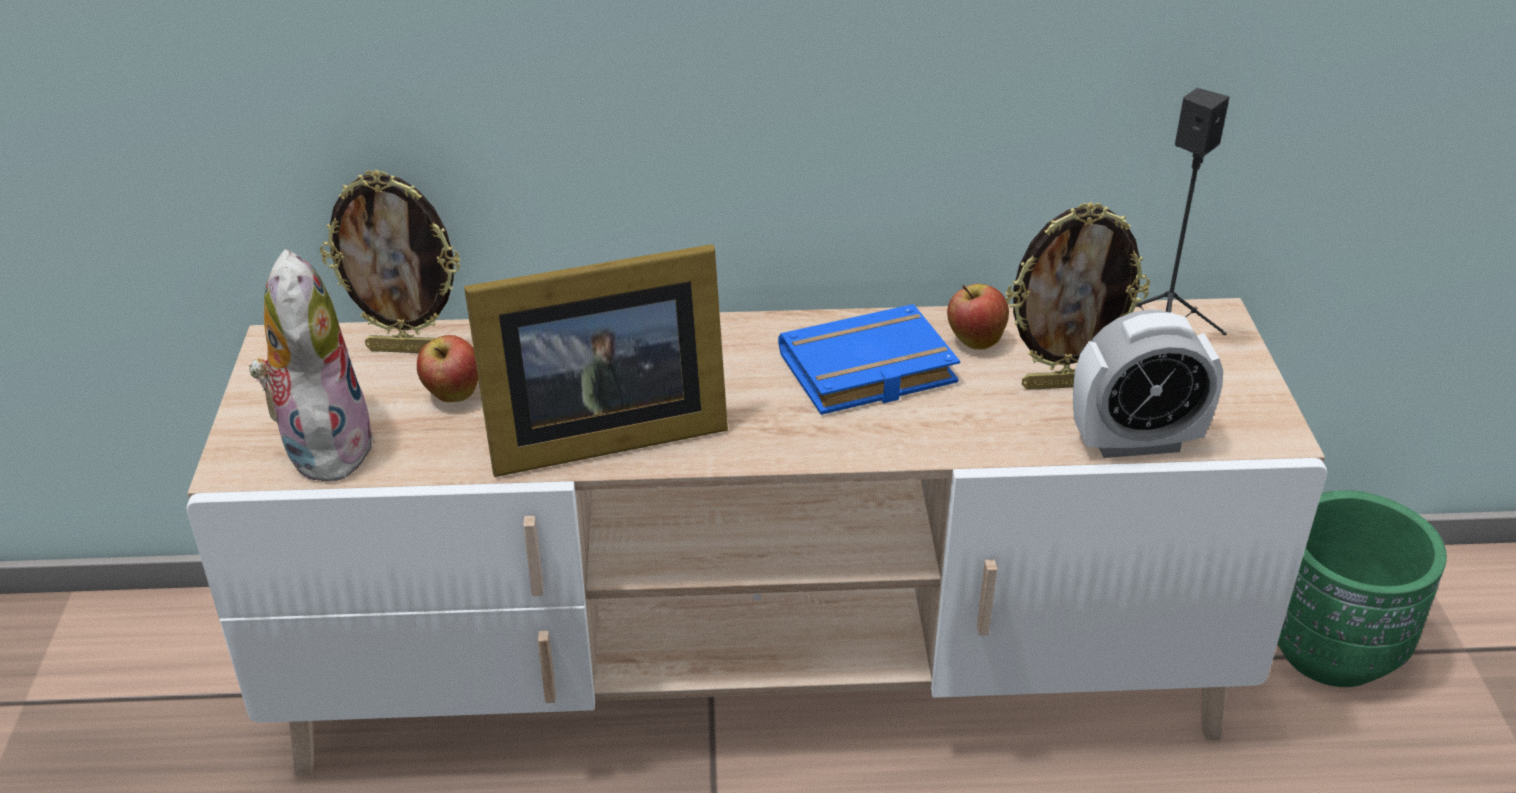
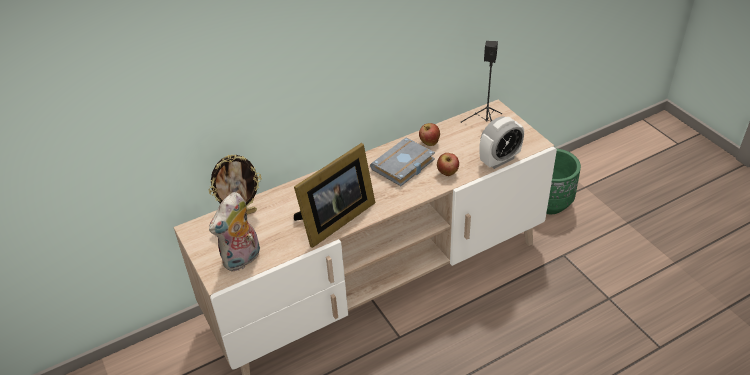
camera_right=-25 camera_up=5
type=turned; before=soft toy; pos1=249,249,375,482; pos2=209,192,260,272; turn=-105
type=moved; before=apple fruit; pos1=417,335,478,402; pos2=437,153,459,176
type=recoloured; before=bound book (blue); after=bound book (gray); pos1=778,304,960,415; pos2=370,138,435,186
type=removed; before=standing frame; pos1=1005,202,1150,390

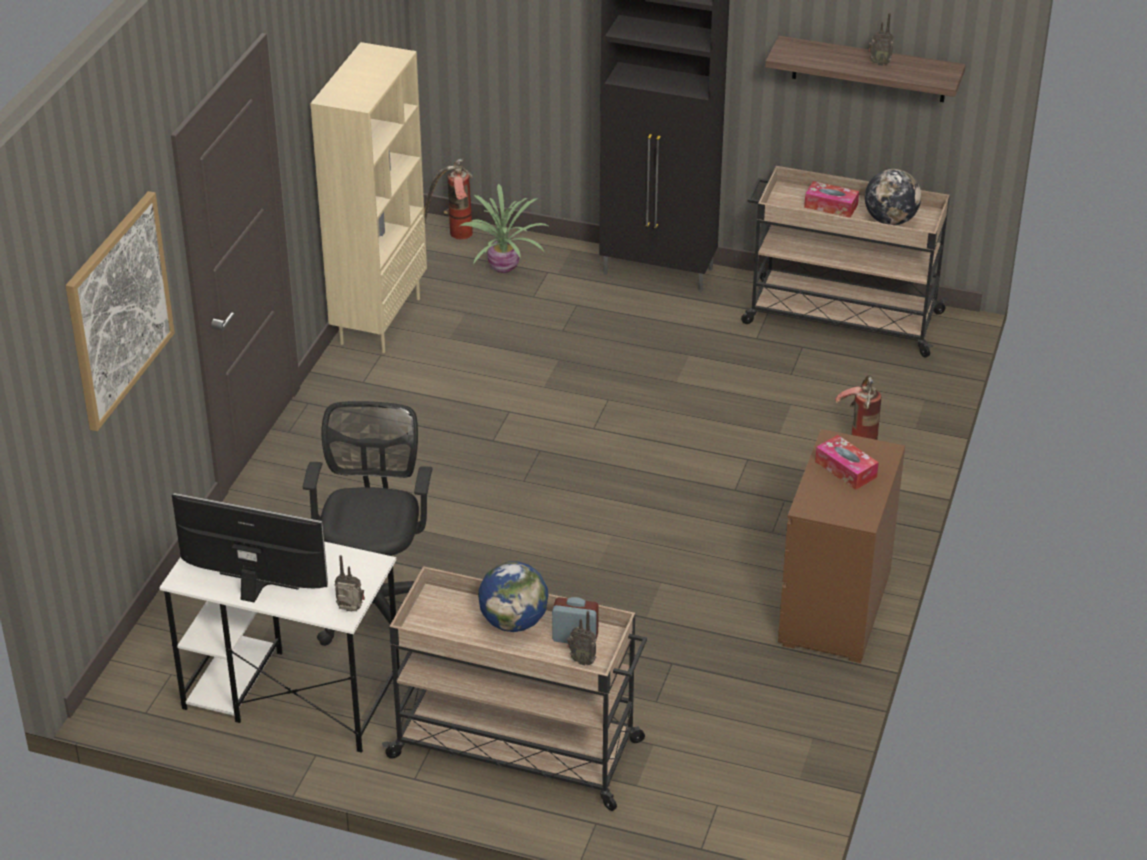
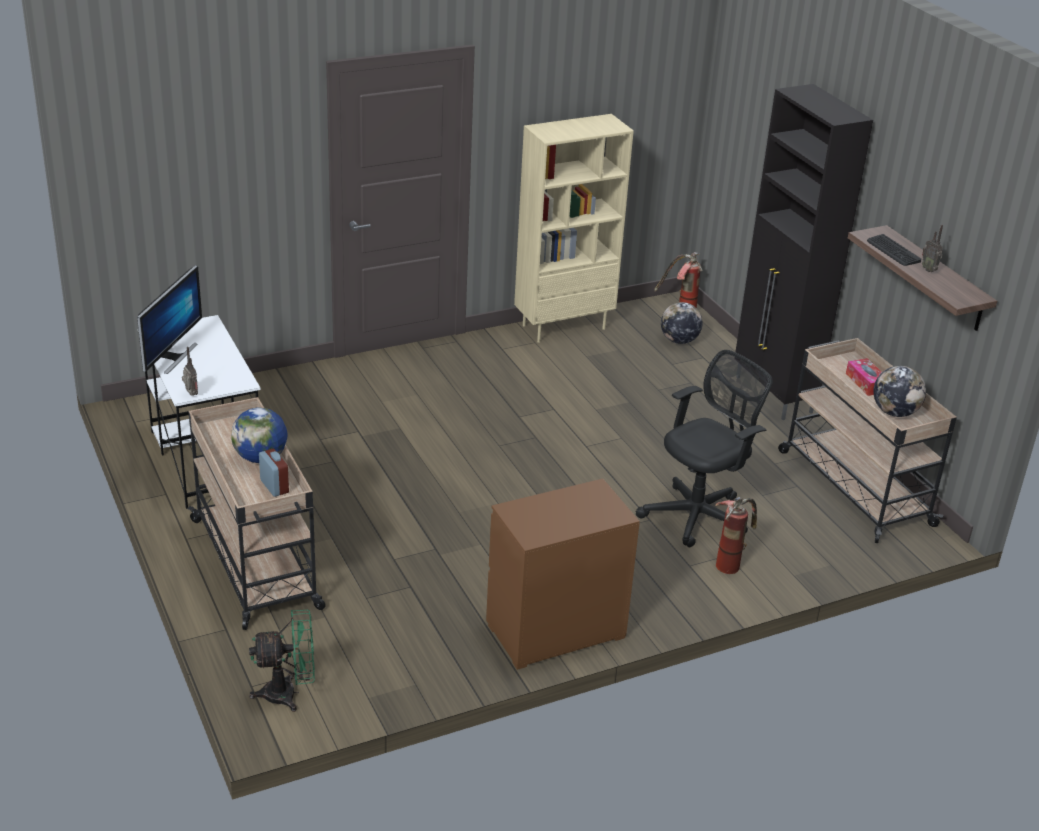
camera_right=45 camera_up=-5
type=removed; before=wall picture; pos1=66,191,175,431
type=turned; before=monitor; pos1=172,493,328,602; pos2=137,265,202,374; turn=45
type=moved; before=desk chair (blackish); pos1=303,401,433,646; pos2=636,350,773,547
type=replaced; before=houseplant; after=world globe; pos1=460,184,550,273; pos2=661,302,703,344
type=removed; before=radio; pos1=567,611,596,666
type=removed; before=tissue holder; pos1=815,435,879,490
type=added; after=electric fan (greenish); pos2=249,610,315,712
type=added; after=keyboard; pos2=867,234,921,266

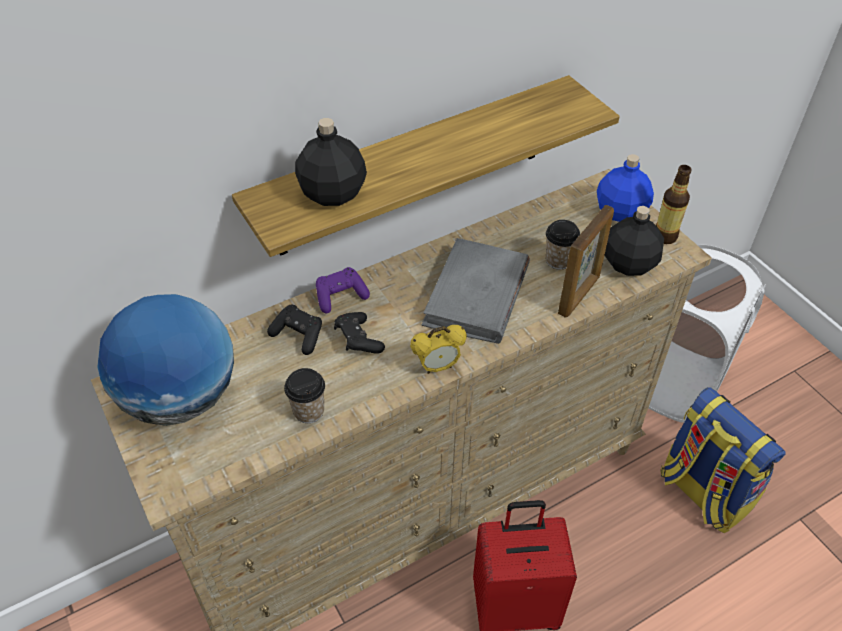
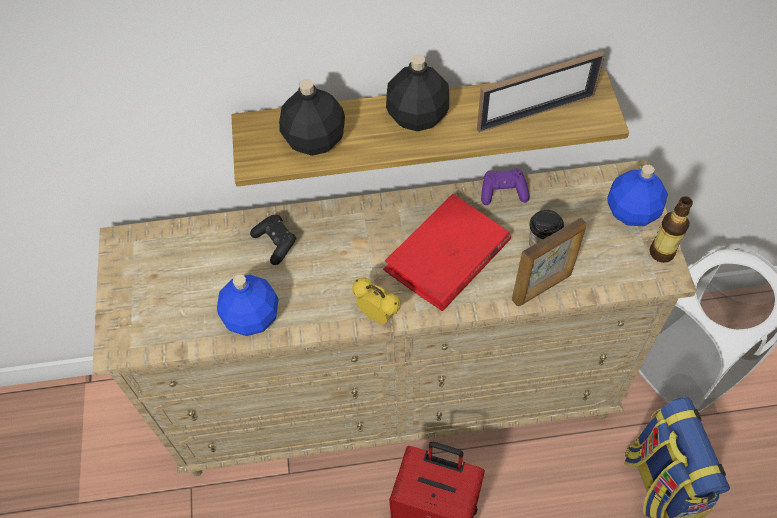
camera_right=25 camera_up=10
type=removed; before=world globe; pos1=97,294,234,426
type=replaced; before=cup; after=drink bottle (blue); pos1=284,368,325,423; pos2=217,275,279,336
type=moved; before=game controller (purple-coloured); pos1=316,267,370,314; pos2=481,169,530,205
type=removed; before=game controller (blackish); pos1=334,312,385,354
type=turned; before=table clock; pos1=410,325,467,374; pos2=352,277,401,324; turn=-150
type=recoloured; before=bound book (gray); after=bound book (reddish); pos1=421,238,530,344; pos2=383,194,511,311
type=moved; before=drink bottle (blackish); pos1=605,206,664,276; pos2=386,54,449,131
type=added; after=standing frame; pos2=477,51,605,133

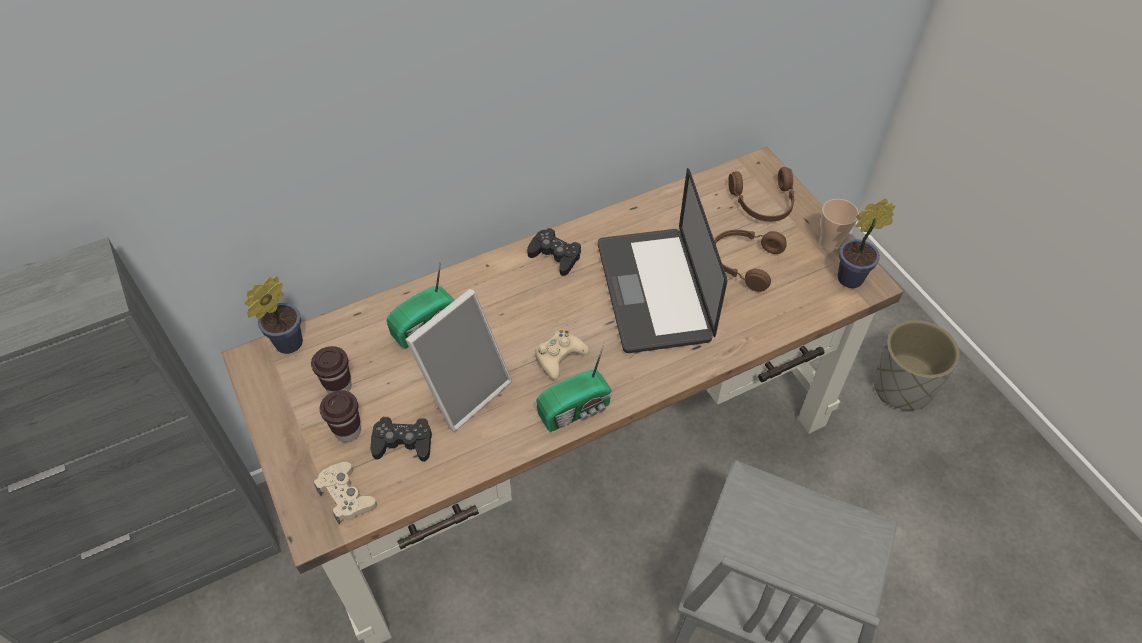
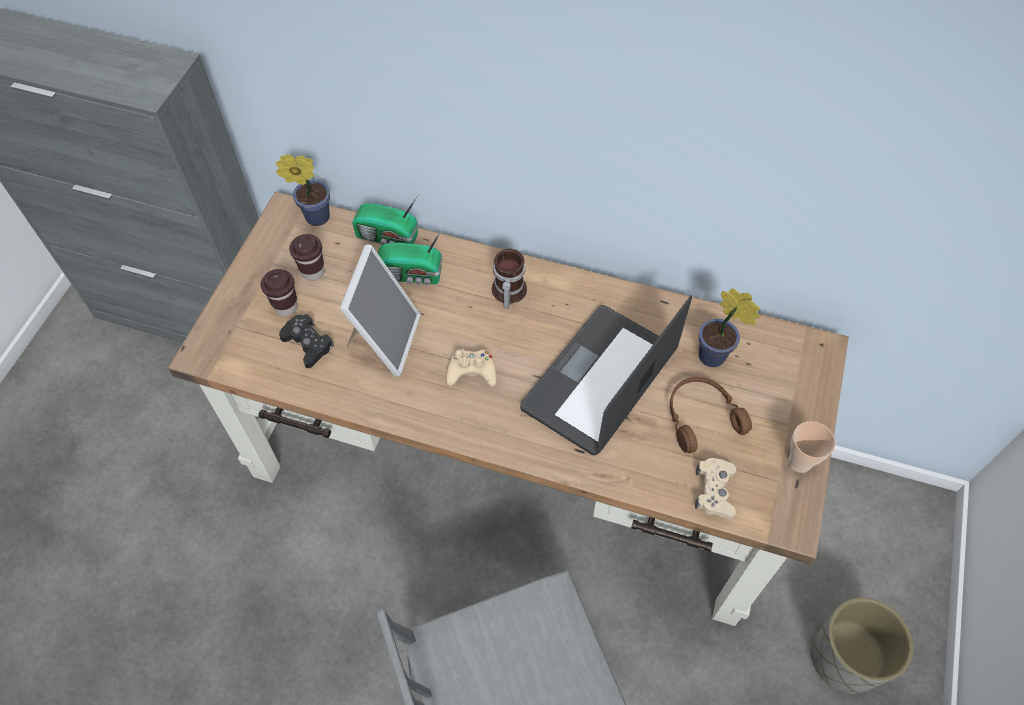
camera_right=45 camera_up=5
type=moved; before=game controller (beige-coloured); pos1=314,462,377,524; pos2=695,458,736,519
type=turned; before=standing frame; pos1=406,289,512,432; pos2=339,244,421,377; turn=-75
type=removed; before=game controller (blackish); pos1=527,228,581,276
type=moved; before=radio; pos1=536,343,612,432; pos2=352,194,419,245
type=removed; before=headset (brownish); pos1=728,167,794,222
type=moved; before=houseplant; pos1=837,198,896,288; pos2=699,288,760,367
type=added; after=tea mug; pos2=492,249,527,309

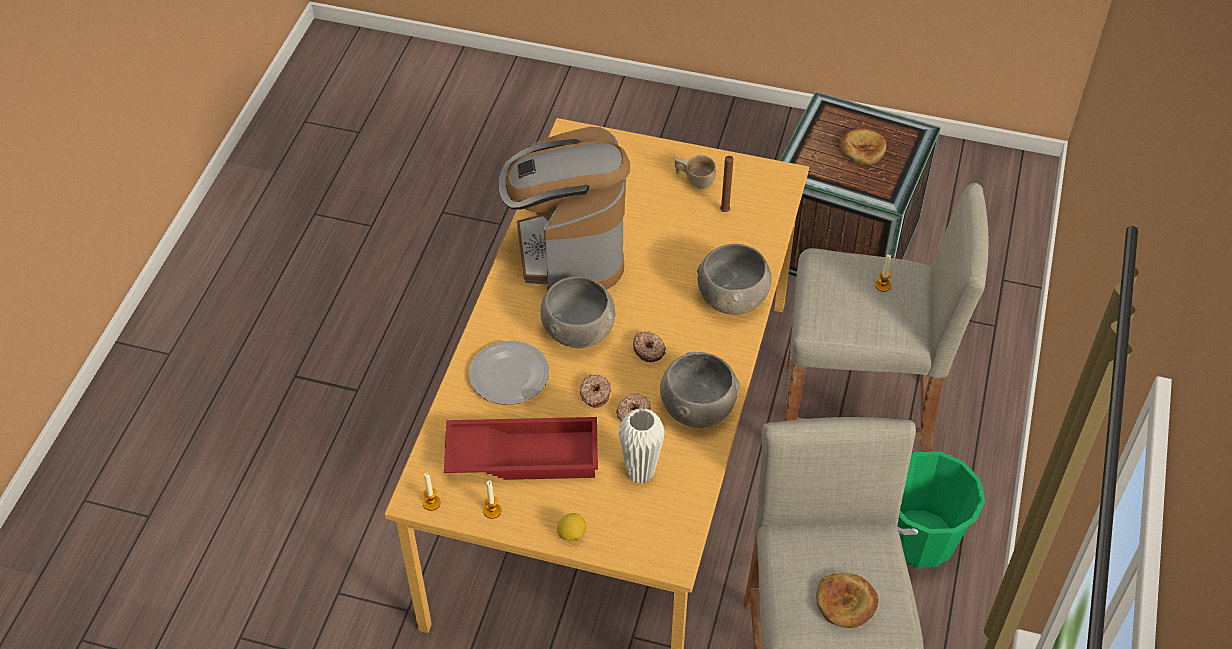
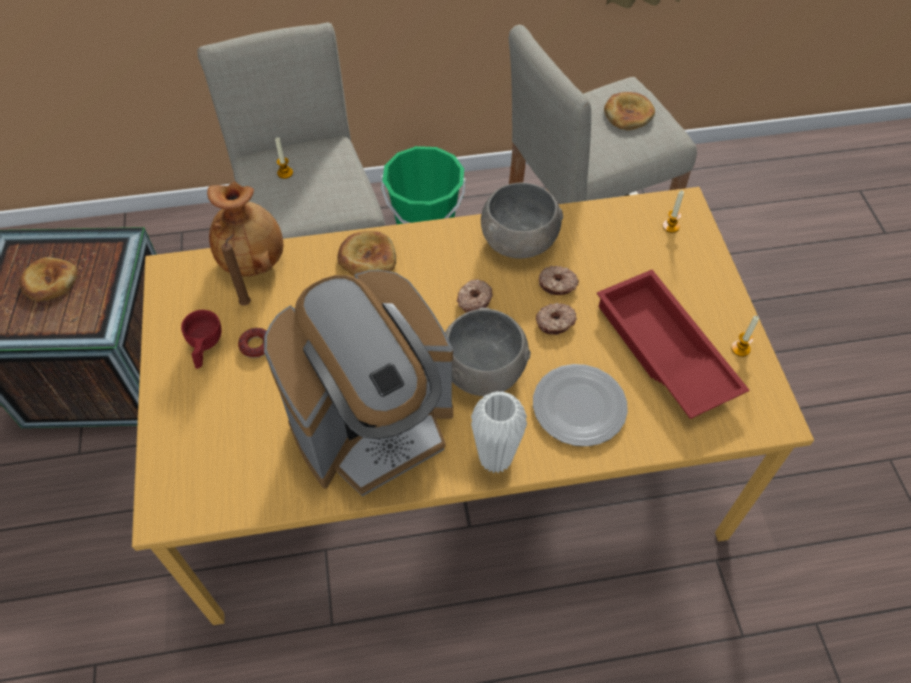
camera_right=-115 camera_up=5
type=moved; before=wax candle; pos1=423,473,441,511; pos2=662,191,684,233
type=removed; before=lemon; pos1=557,513,587,541
type=moved; before=vase (whitish); pos1=618,408,665,483; pos2=471,392,527,473
type=recoloured; before=cup (beige-coloured); after=cup (reddish); pos1=675,155,716,189; pos2=181,310,222,369
type=replaced; before=bowl (gray); after=bread; pos1=697,244,772,315; pos2=337,231,396,276
type=added; after=vase (brownish); pos2=207,181,283,276
type=added; after=doughnut; pos2=238,328,267,358

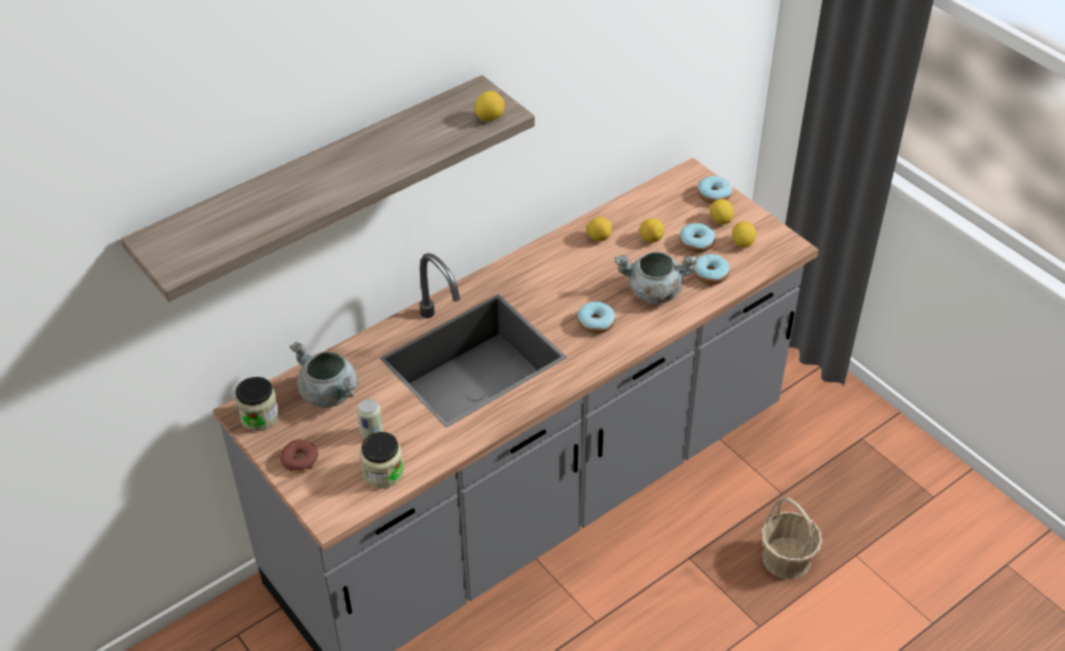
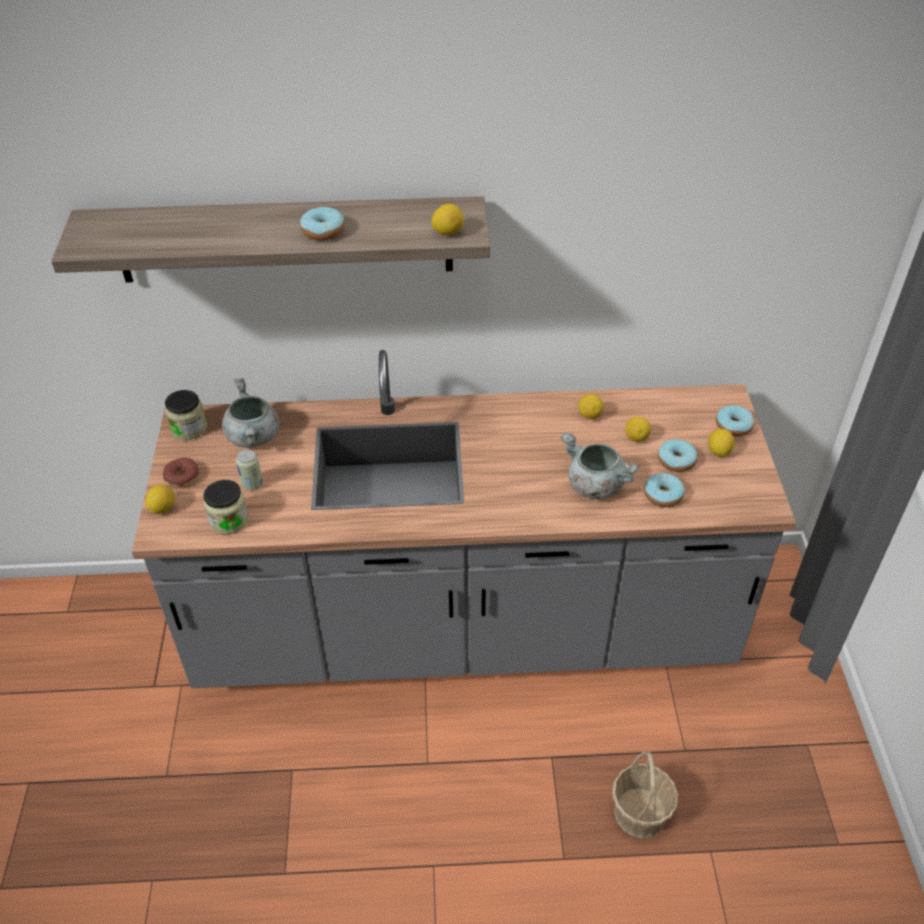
camera_right=35 camera_up=0
type=moved; before=doughnut; pos1=577,301,615,334; pos2=300,207,345,240
type=moved; before=lemon; pos1=732,221,756,248; pos2=145,485,175,514

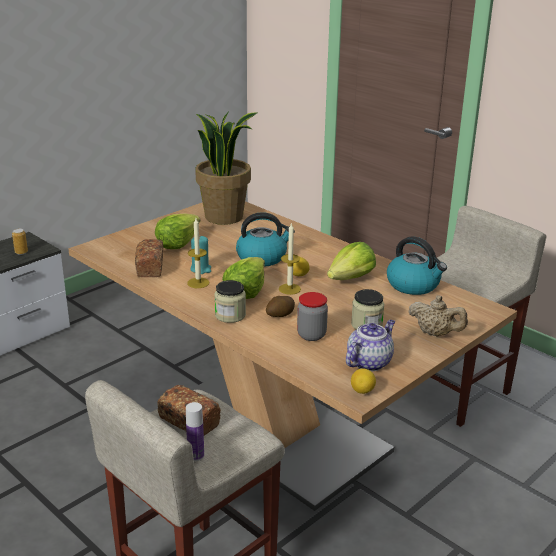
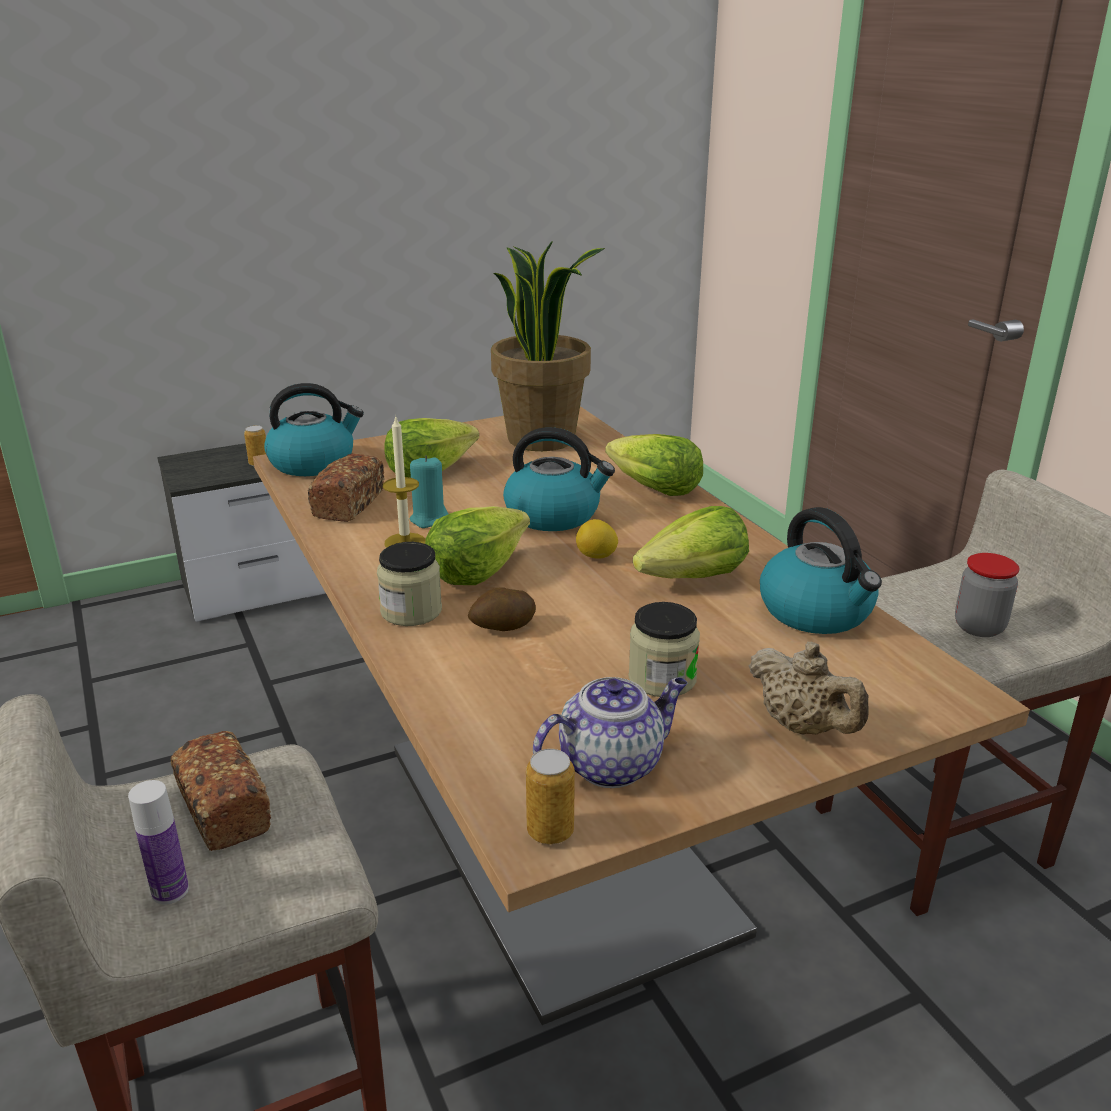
camera_right=20 camera_up=0
type=removed; before=wax candle; pos1=279,223,301,295
type=moved; before=jar; pos1=297,292,328,341; pos2=955,553,1020,637
type=replaced; before=lemon; after=sealed can; pos1=351,368,376,394; pos2=526,749,575,844
type=added; after=tea kettle; pos2=264,383,364,476
type=added; after=lettuce head; pos2=605,434,703,496

